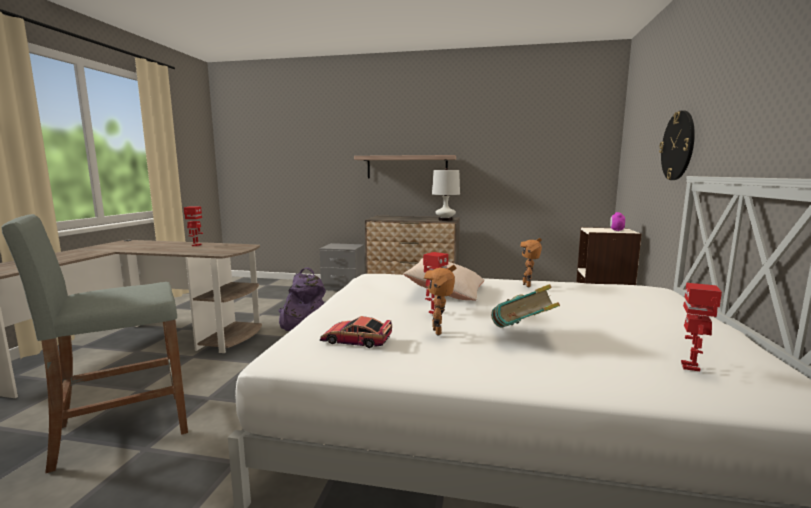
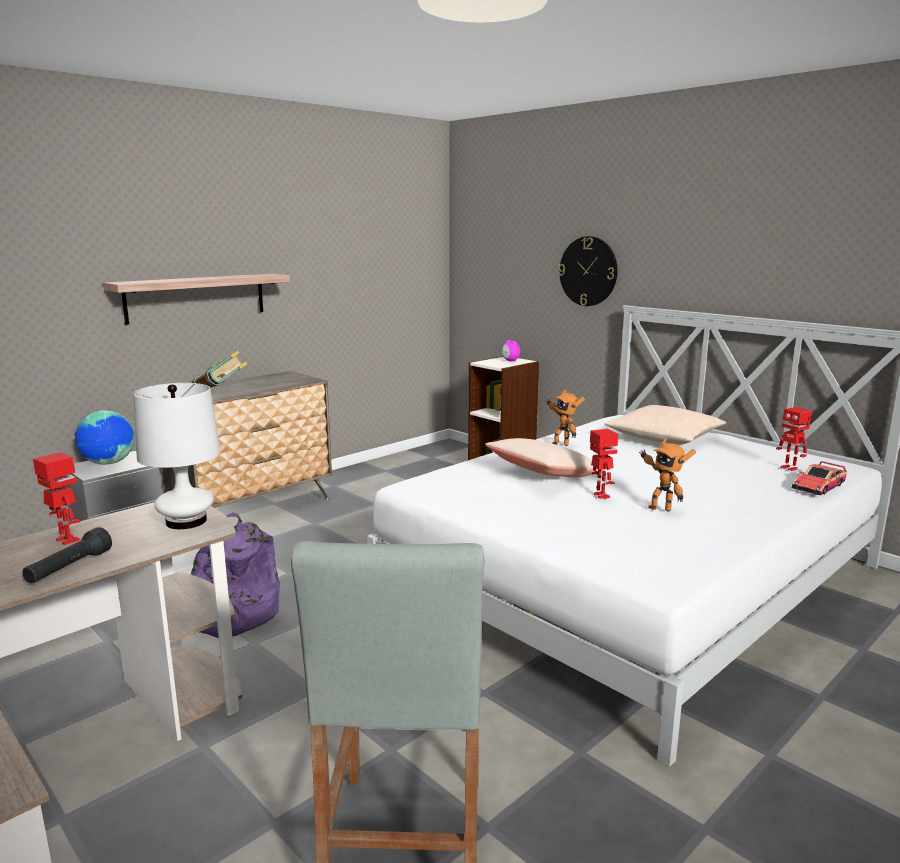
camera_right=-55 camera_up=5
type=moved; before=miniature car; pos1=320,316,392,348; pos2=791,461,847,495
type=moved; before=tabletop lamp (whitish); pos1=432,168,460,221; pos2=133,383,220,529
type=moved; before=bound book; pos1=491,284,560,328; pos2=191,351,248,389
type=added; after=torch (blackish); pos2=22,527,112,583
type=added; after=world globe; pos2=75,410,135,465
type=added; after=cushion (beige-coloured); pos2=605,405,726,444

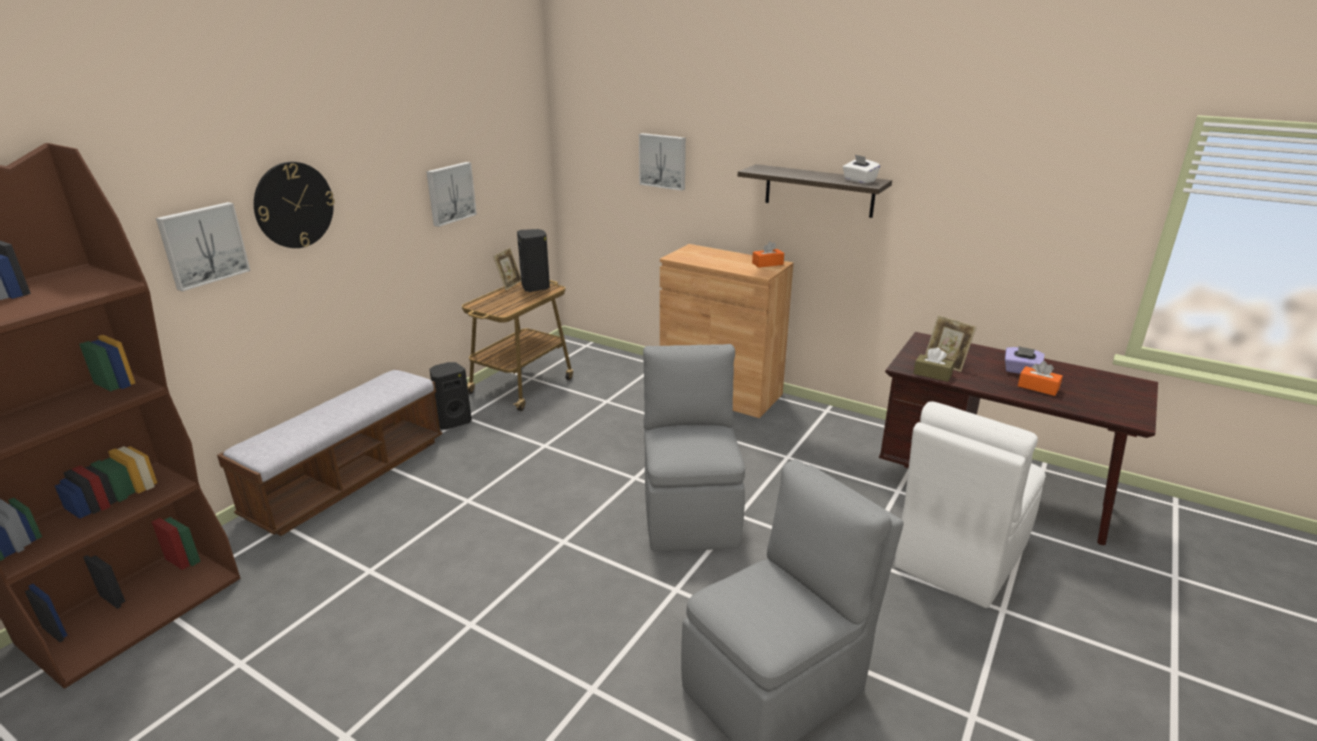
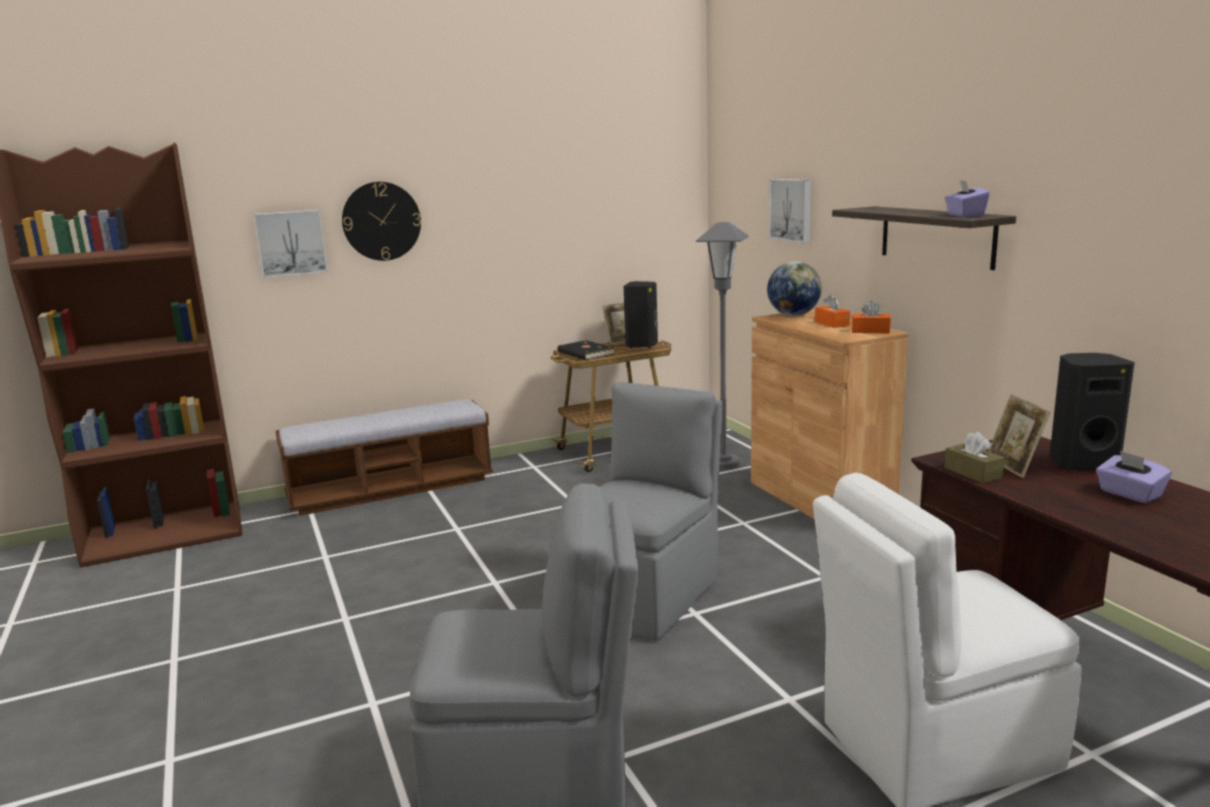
camera_right=35 camera_up=-10
type=removed; before=wall picture; pos1=426,162,477,227
type=moved; before=audio speaker (blackish); pos1=430,362,472,430; pos2=1050,353,1135,471
type=recoloured; before=tissue holder (whitish); after=tissue holder (purple-coloured); pos1=843,154,880,183; pos2=945,180,990,217
type=moved; before=tissue holder (orange); pos1=1018,361,1063,396; pos2=815,295,850,328
type=added; after=bound book (blackish); pos2=557,340,614,360
type=added; after=floor lamp (gray); pos2=696,222,749,470
type=added; after=world globe; pos2=767,261,822,316

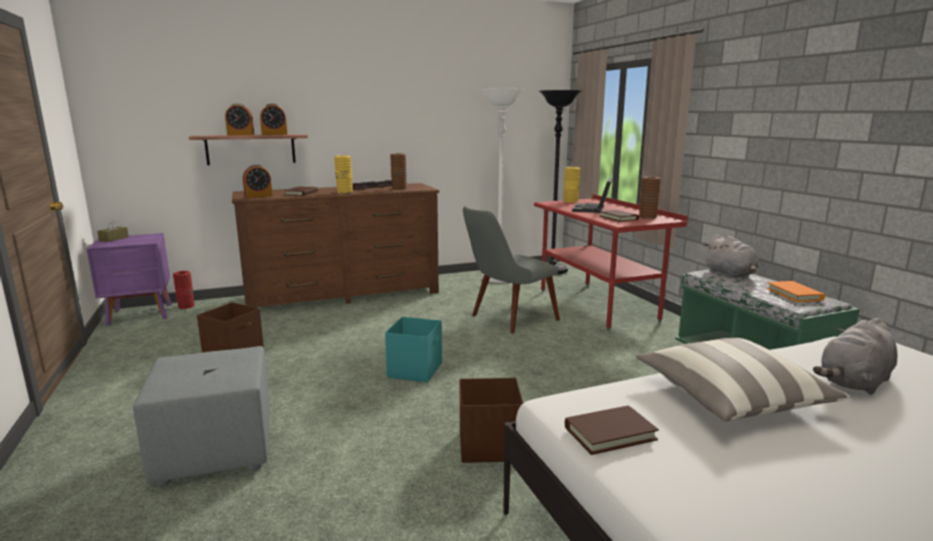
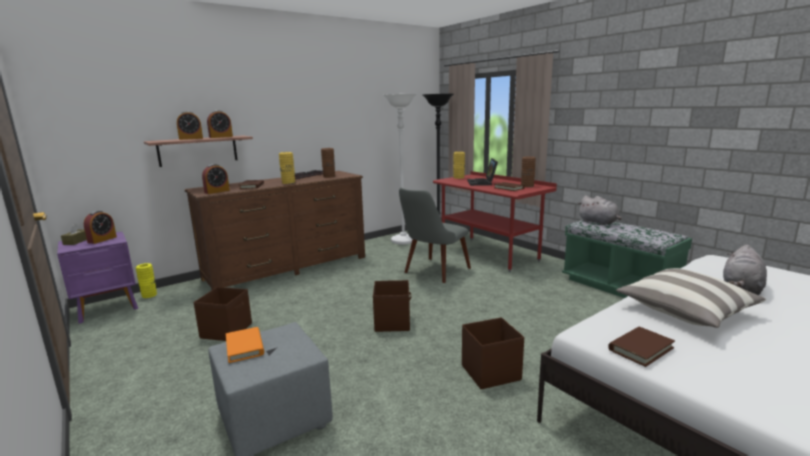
camera_right=-15 camera_up=0
type=recoloured; before=vase (reddish); after=vase (yellow-coloured); pos1=173,271,195,309; pos2=136,263,157,298
type=recoloured; before=storage bin (blue-green); after=storage bin (brownish); pos1=385,317,442,383; pos2=373,280,411,332
type=moved; before=bound book (orange); pos1=767,281,825,302; pos2=226,327,264,363
type=added; after=table clock; pos2=84,211,117,244

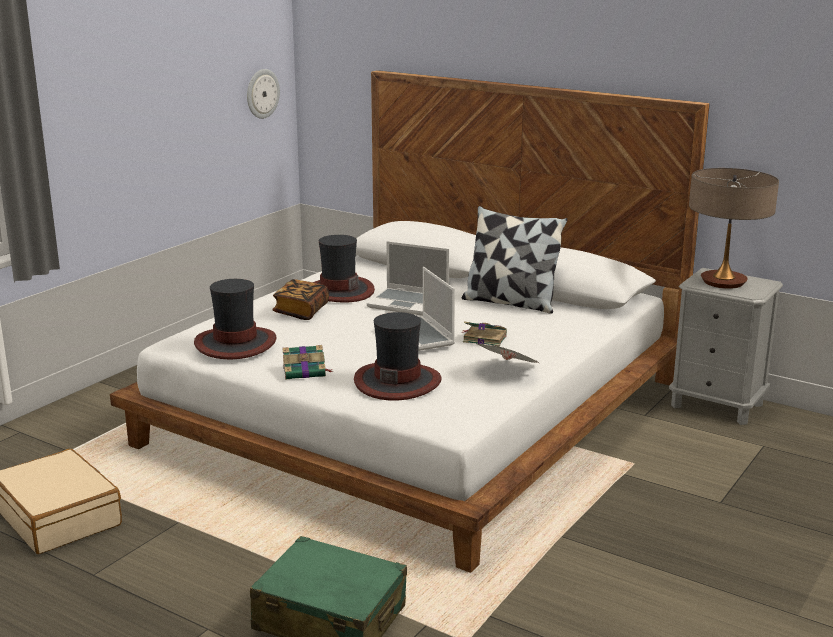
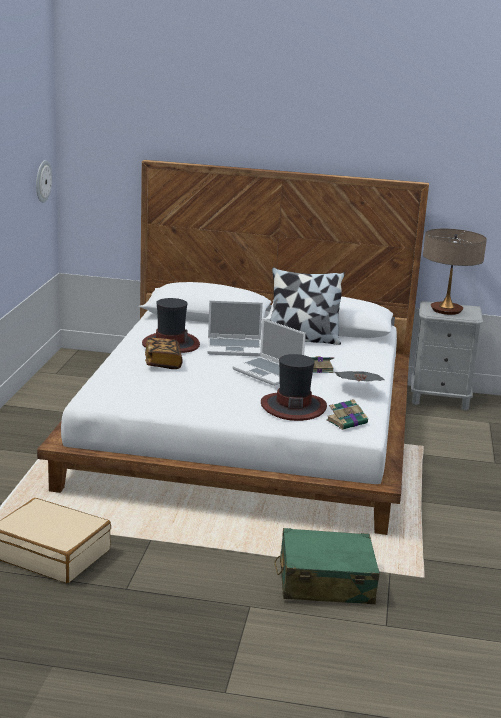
camera_right=-25 camera_up=0
type=removed; before=clothing hat; pos1=194,279,276,359
type=moved; before=bound book; pos1=282,345,333,380; pos2=326,399,368,430

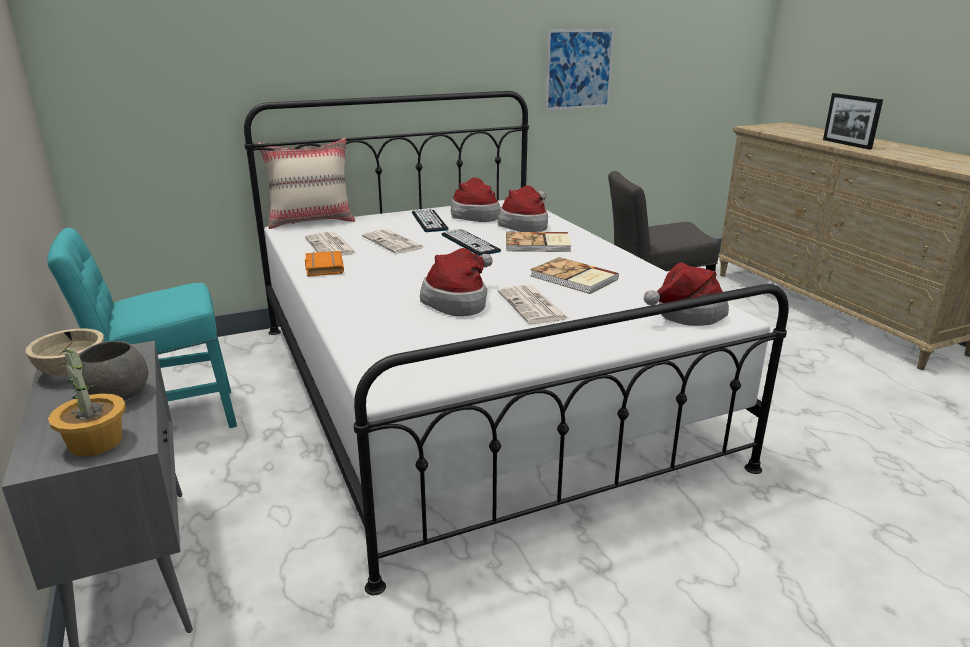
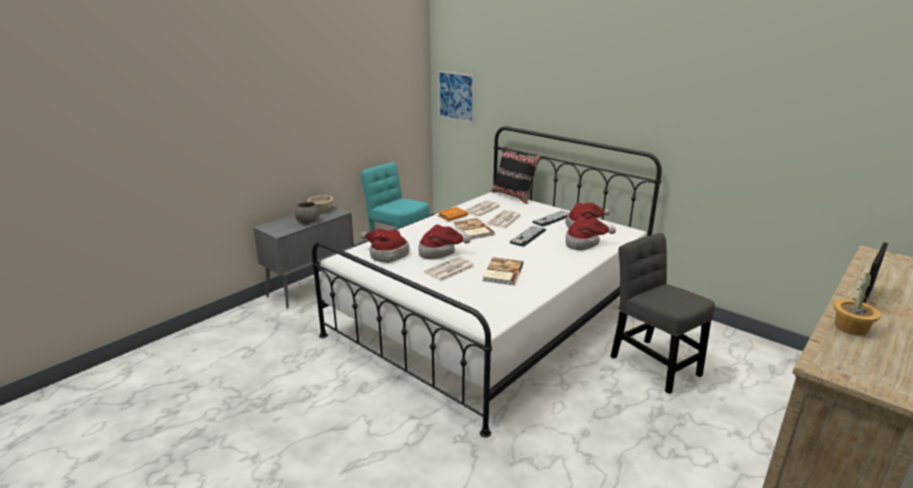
camera_right=65 camera_up=0
type=moved; before=houseplant; pos1=48,346,126,457; pos2=834,271,881,336
type=recoloured; before=cushion (beige-coloured); after=cushion (blackish); pos1=257,138,355,229; pos2=491,146,541,204
type=moved; before=bound book; pos1=506,232,571,252; pos2=454,218,495,239
type=moved; before=wall picture; pos1=545,29,615,111; pos2=438,71,475,123
type=moved; before=clothing hat; pos1=644,263,729,326; pos2=360,229,410,263

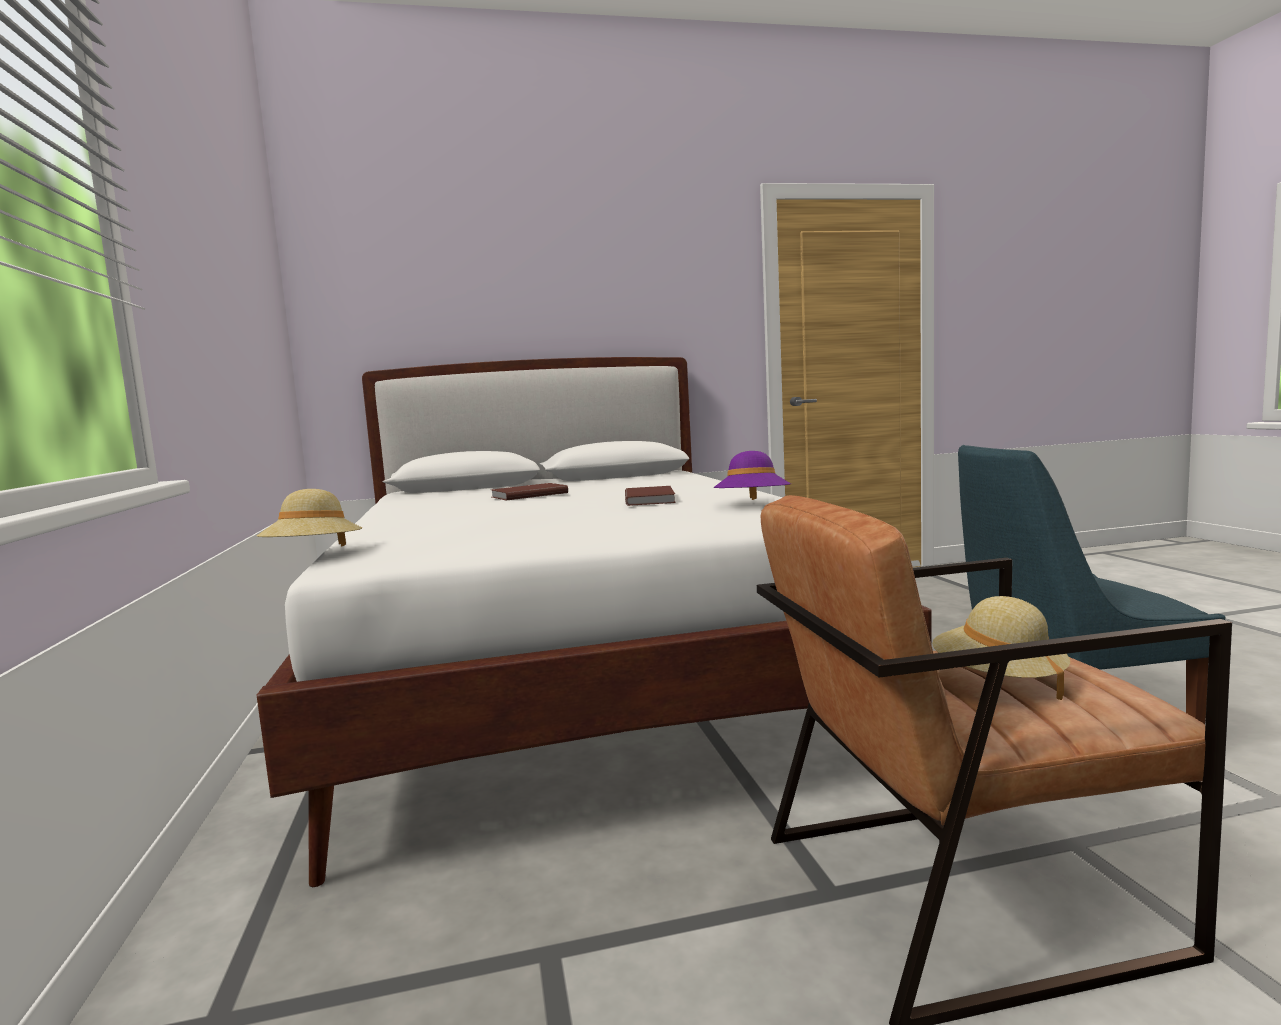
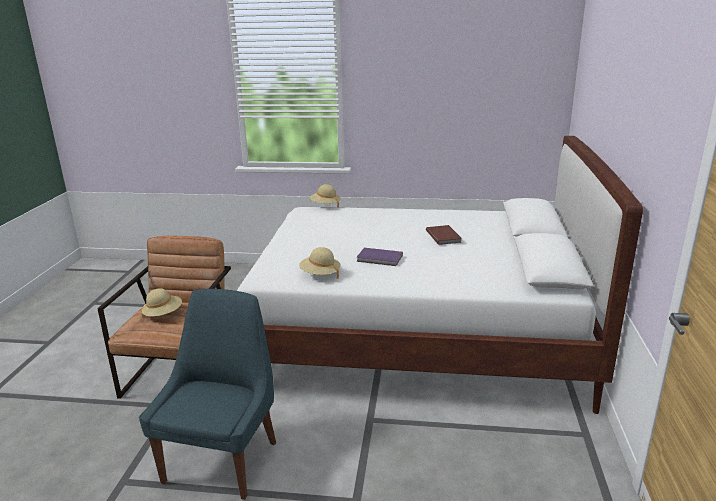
camera_right=110 camera_up=15
type=recoloured; before=bound book (brownish); after=bound book (purple-coloured); pos1=625,486,676,506; pos2=356,248,403,266
type=recoloured; before=clothing hat (purple-coloured); after=clothing hat (beige-coloured); pos1=714,451,791,500; pos2=299,247,341,279

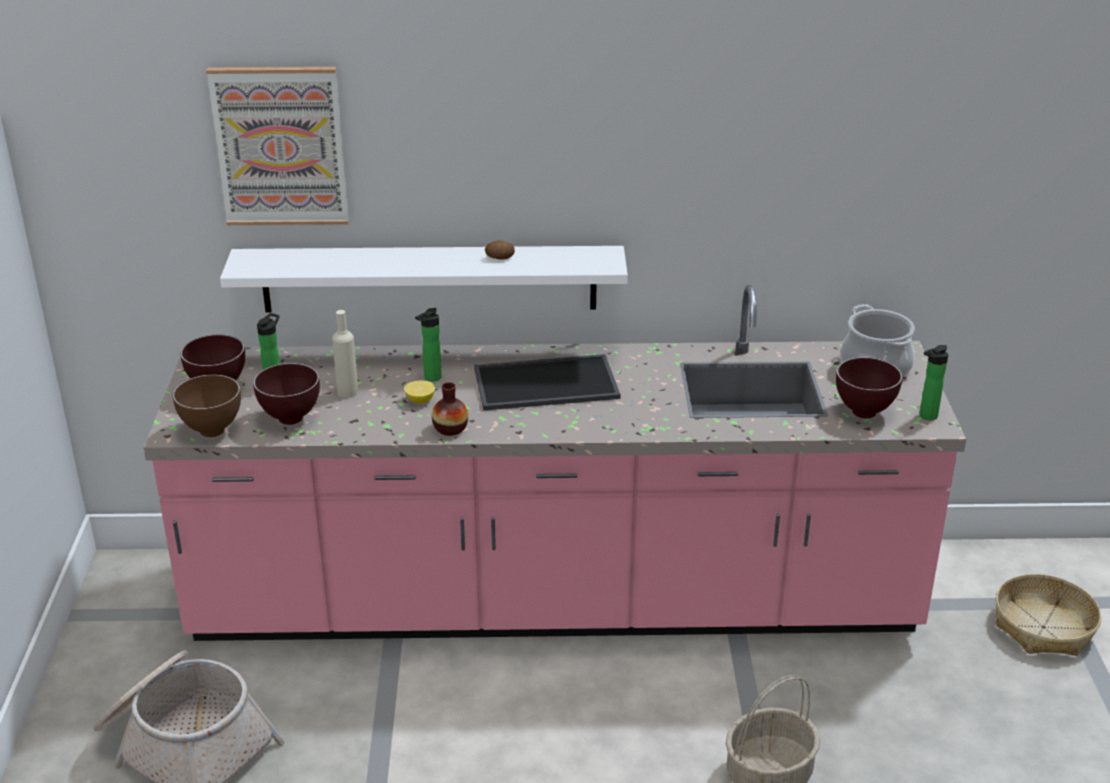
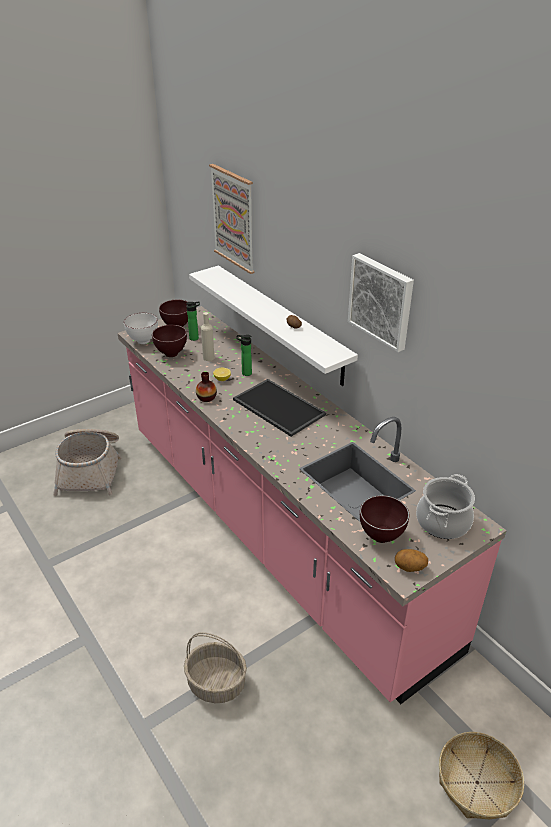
camera_right=55 camera_up=5
type=recoloured; before=bowl (brownish); after=bowl (whitish); pos1=173,375,241,437; pos2=124,313,158,344
type=replaced; before=drink bottle; after=whole potato; pos1=920,345,948,420; pos2=395,549,428,572
type=added; after=wall picture; pos2=348,253,414,352

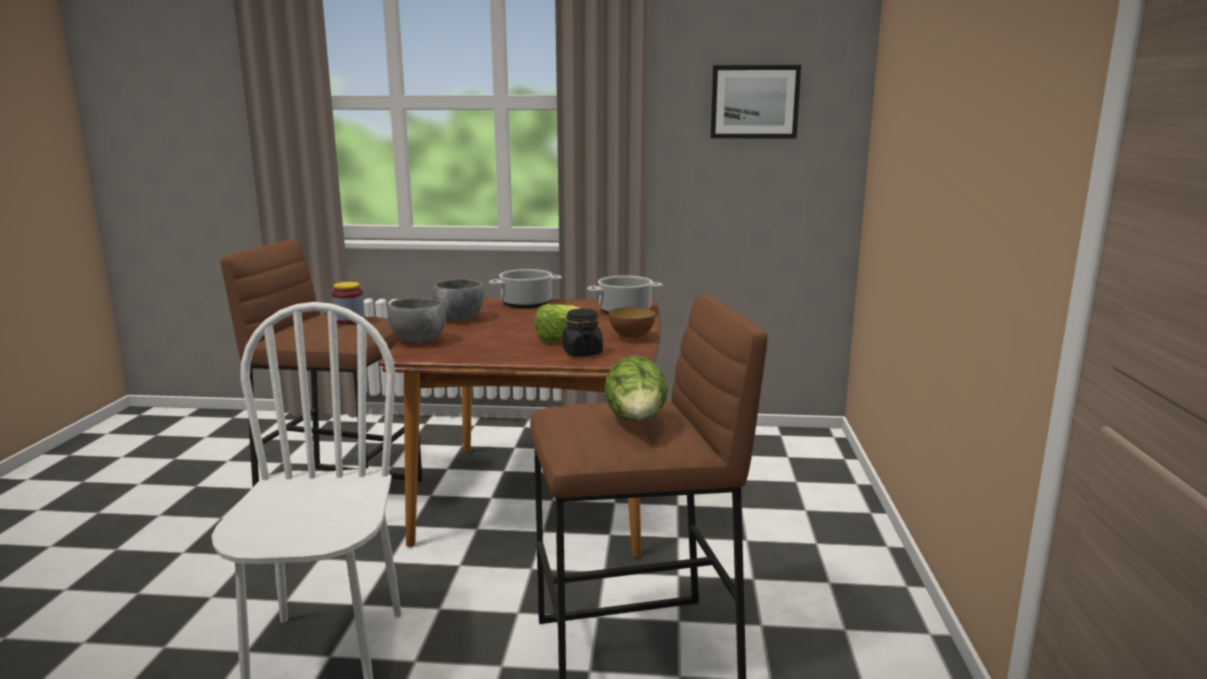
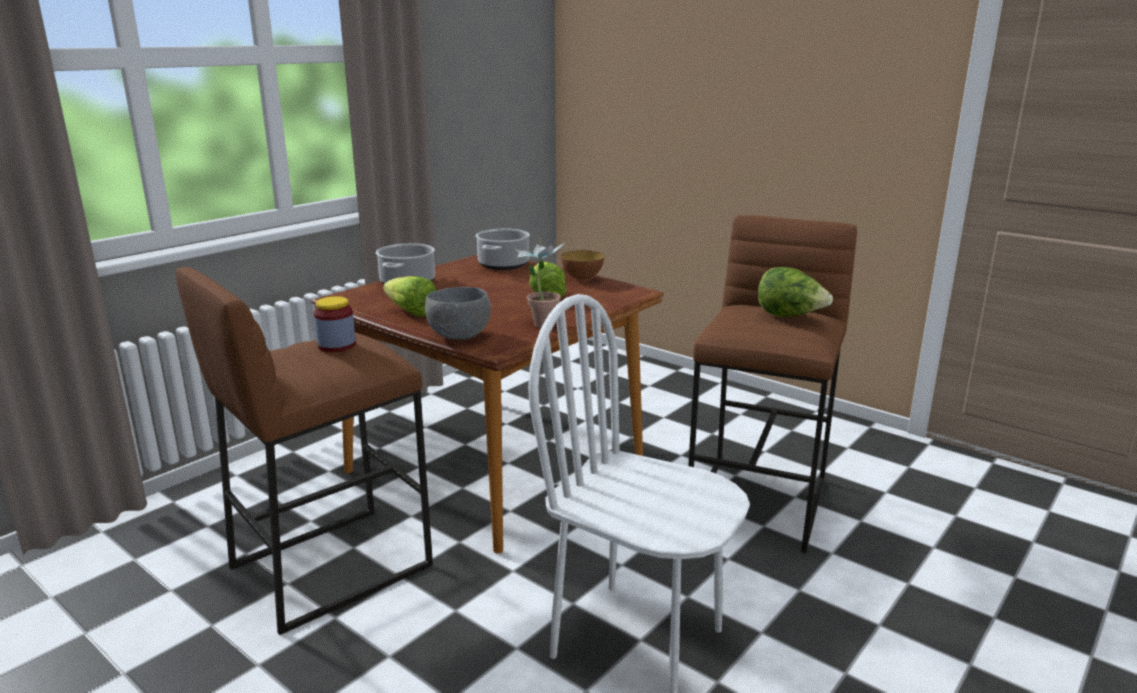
camera_right=-55 camera_up=5
type=replaced; before=bowl (gray); after=lettuce head; pos1=433,279,485,321; pos2=383,276,436,317
type=removed; before=jar (blackish); pos1=563,309,603,356
type=removed; before=wall picture; pos1=711,65,801,139
type=added; after=houseplant; pos2=515,239,566,328

